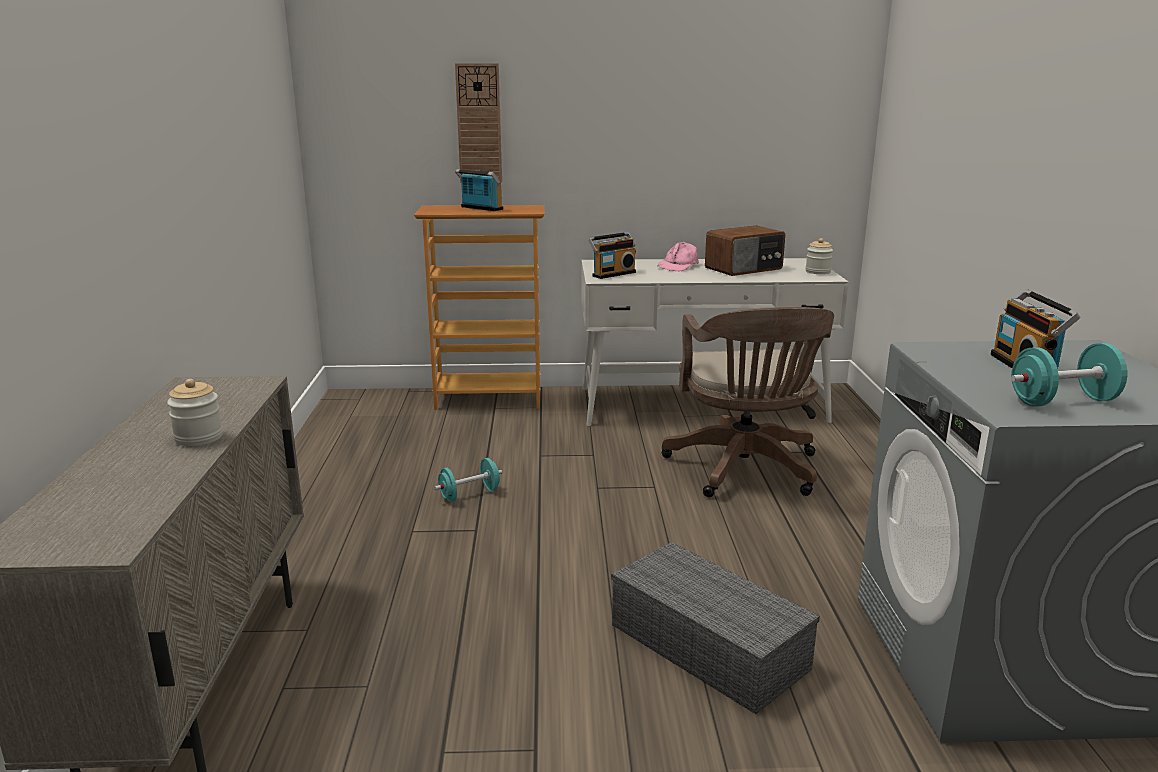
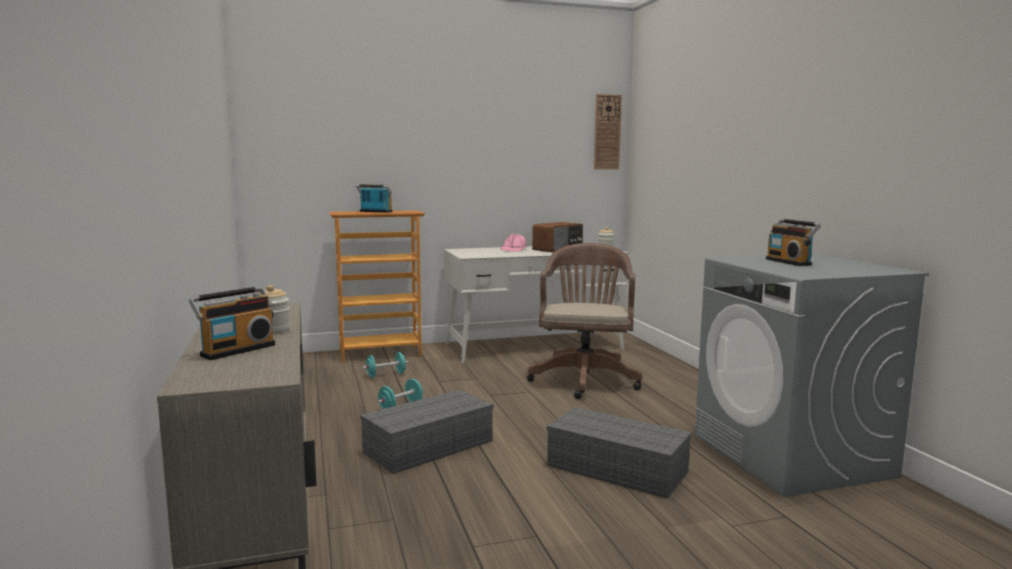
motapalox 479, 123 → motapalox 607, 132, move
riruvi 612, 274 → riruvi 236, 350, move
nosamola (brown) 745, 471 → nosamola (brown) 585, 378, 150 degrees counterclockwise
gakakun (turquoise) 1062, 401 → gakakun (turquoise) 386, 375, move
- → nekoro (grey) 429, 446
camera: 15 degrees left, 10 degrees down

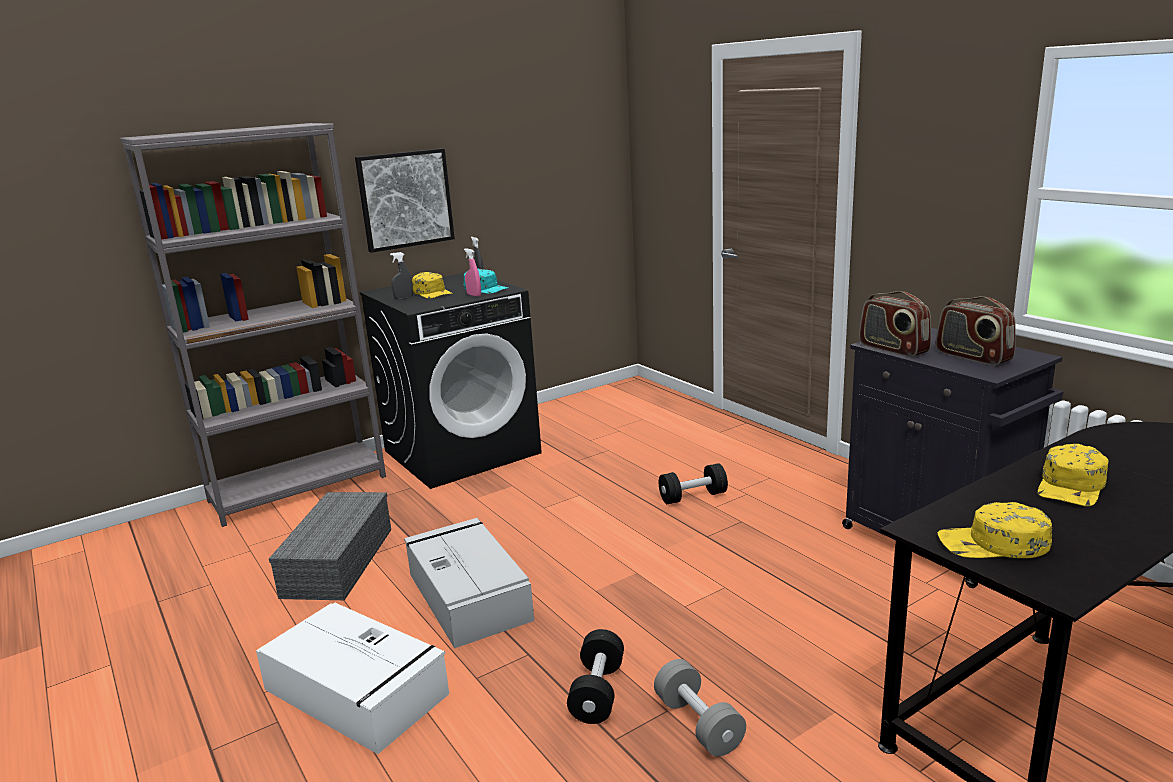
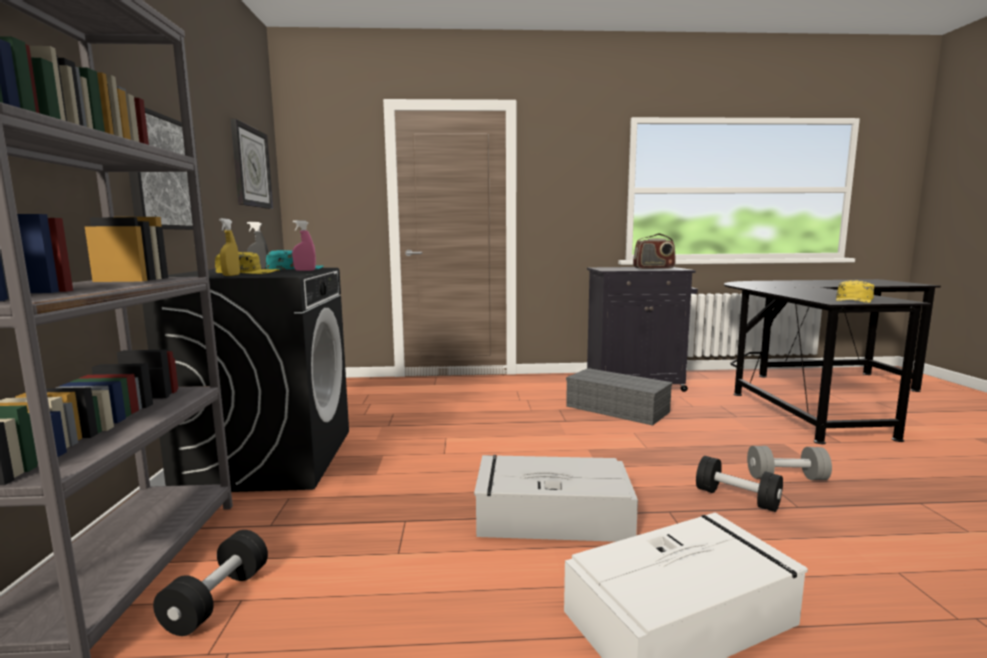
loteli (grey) 403, 298 → loteli (yellow) 231, 275
riruvi 892, 349 → -
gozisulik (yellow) 1071, 486 → -
gakakun (black) 693, 497 → gakakun (black) 217, 599, move
nekoro (grey) 338, 561 → nekoro (grey) 615, 409, move
- → motapalox 251, 167
camera: 60 degrees left, 10 degrees down

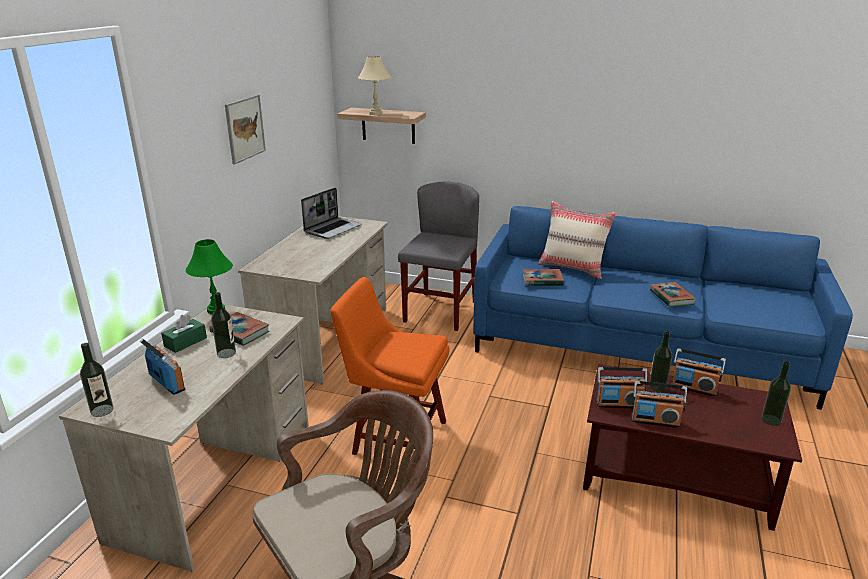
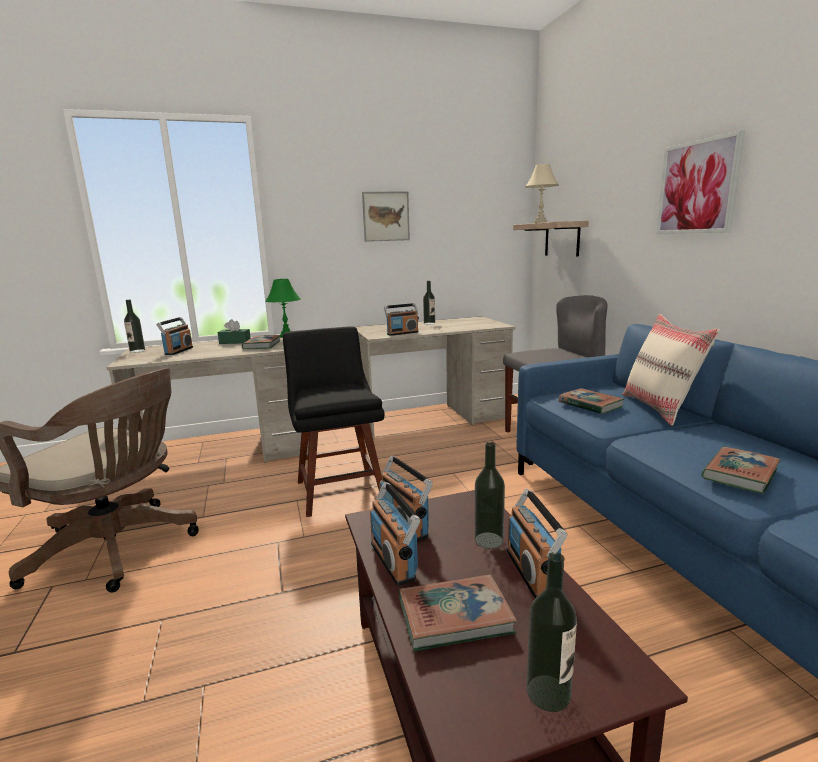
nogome 333, 229 → -
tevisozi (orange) 395, 436 → tevisozi (black) 339, 488
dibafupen 226, 353 → dibafupen 429, 323, move
- → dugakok 697, 187
- → riruvi 402, 333
- → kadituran 455, 617
camera: 55 degrees right, 10 degrees down

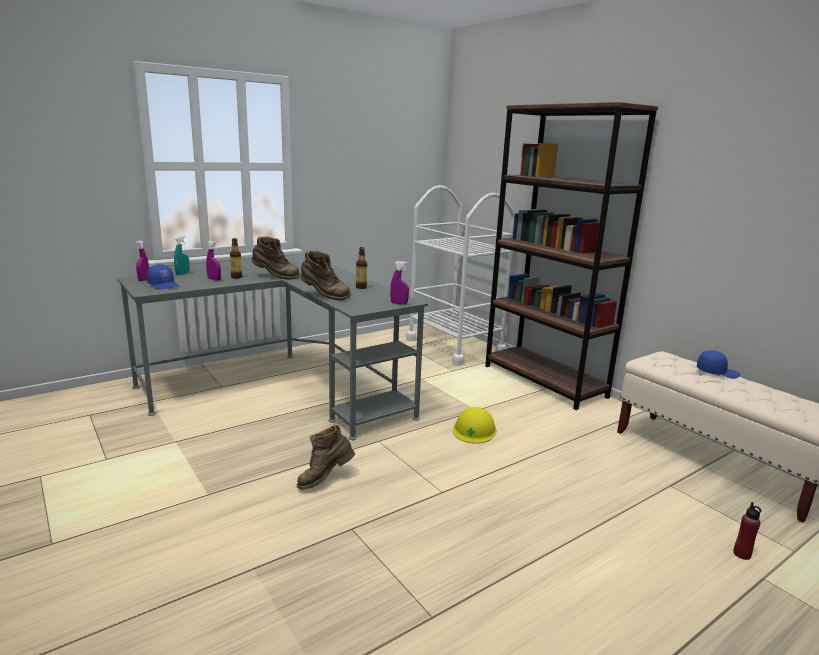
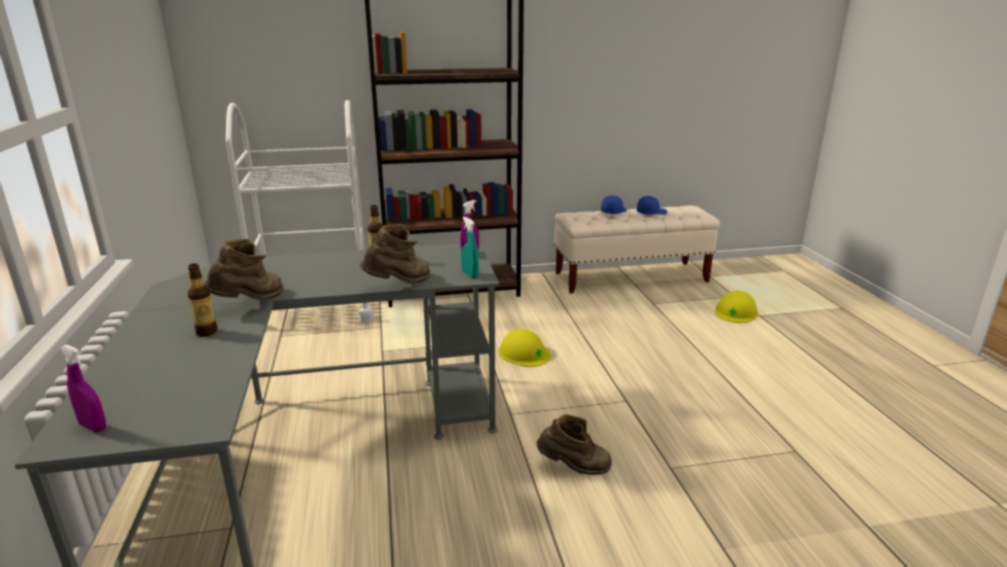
loteli (turquoise) 182, 273 → loteli (turquoise) 470, 275, move
loteli (purple) 214, 279 → -
gozisulik (blue) 164, 285 → gozisulik (blue) 651, 212, move
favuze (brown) 325, 479 → favuze (brown) 574, 468, 75 degrees counterclockwise
dibafupen (red) 742, 554 → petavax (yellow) 736, 312
camera: 65 degrees left, 5 degrees up

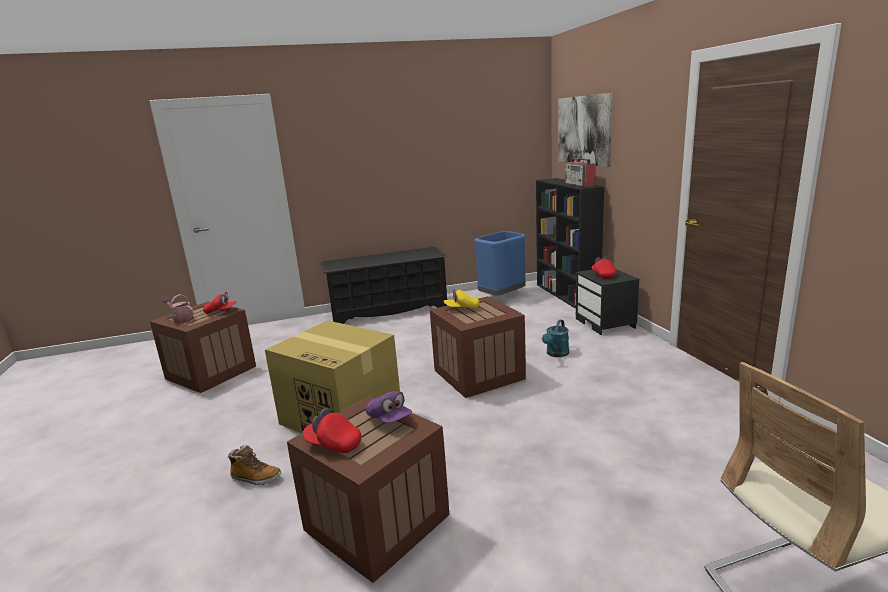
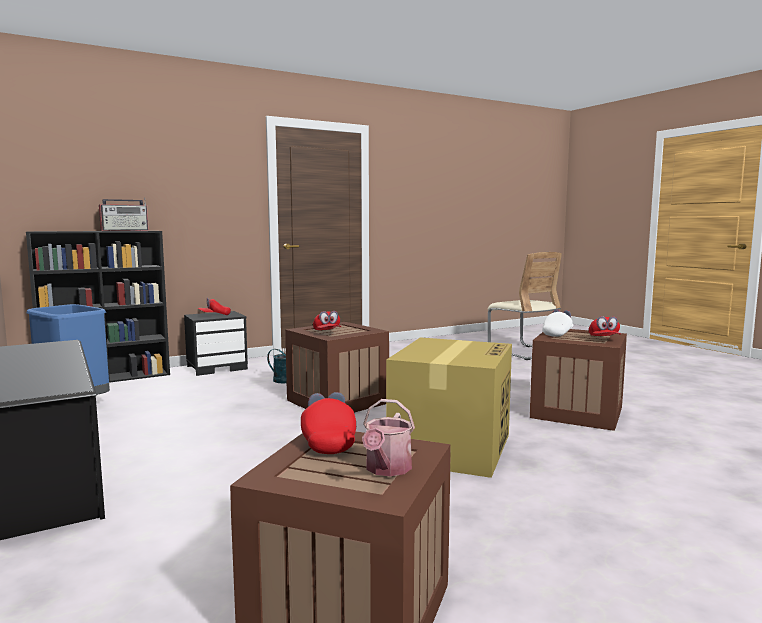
dugakok 583, 130 → -
gozisulik (yellow) 462, 308 → gozisulik (red) 327, 332
gozisulik (purple) 389, 419 → gozisulik (white) 557, 333
favuze 255, 478 → -
camera: 105 degrees left, 10 degrees down

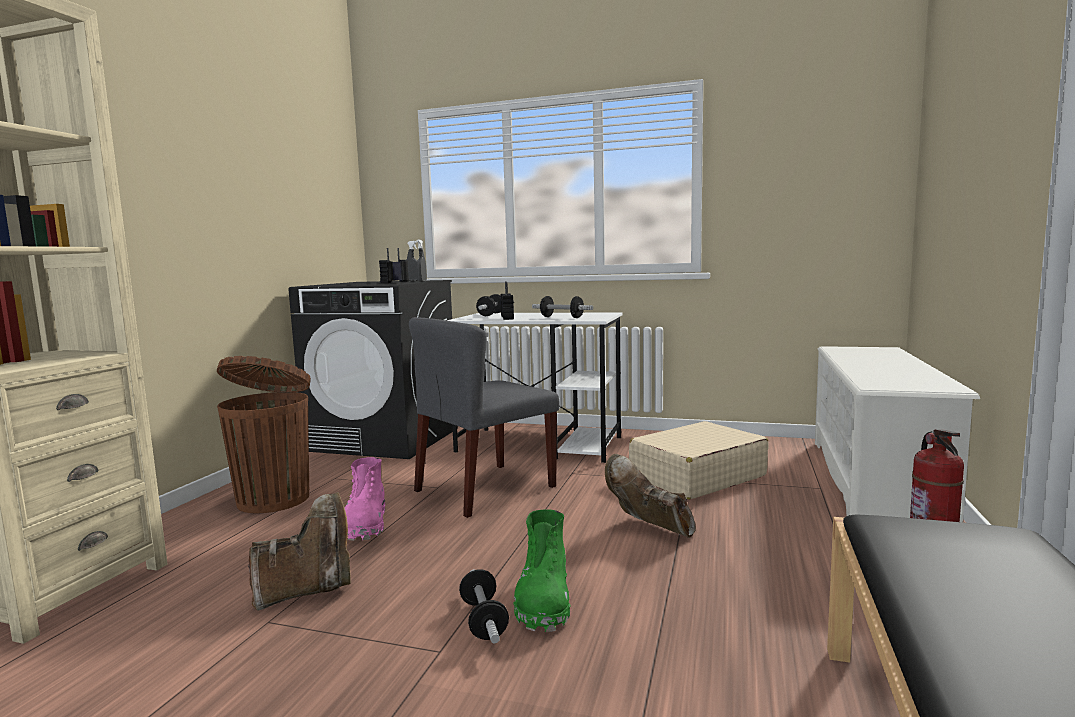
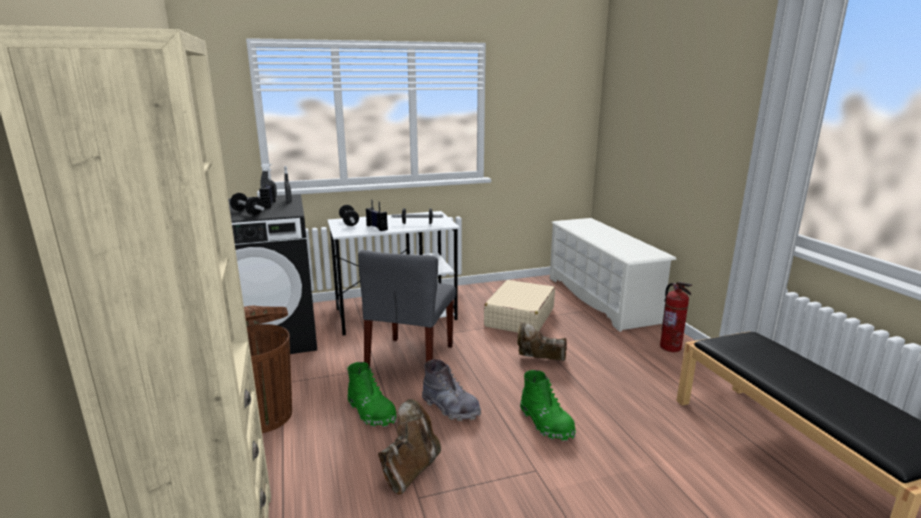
favuze (pink) 365, 524 → favuze (green) 371, 412
gakakun 483, 620 → gakakun 247, 212, move
- → favuze (grey) 450, 407
camera: 35 degrees left, 10 degrees up

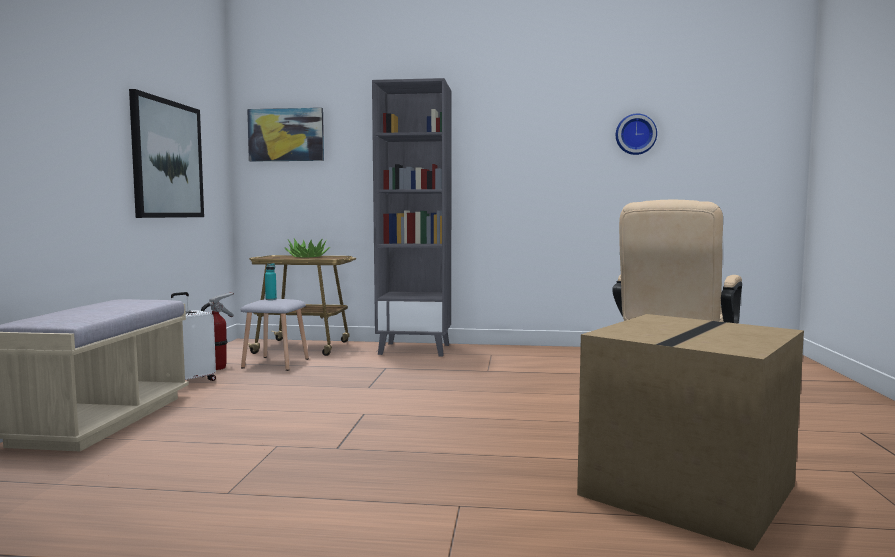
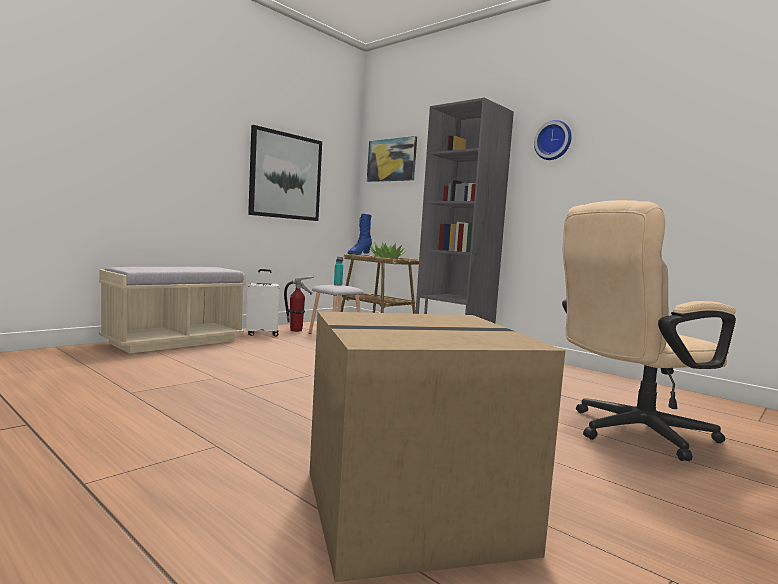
motapalox 635, 134 → motapalox 553, 140, move
- → favuze (blue) 358, 254
camera: 35 degrees right, 0 degrees up

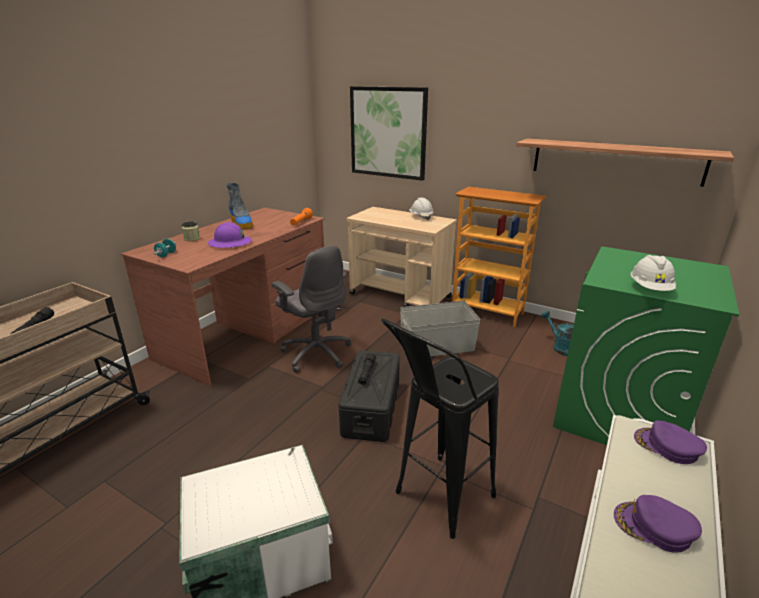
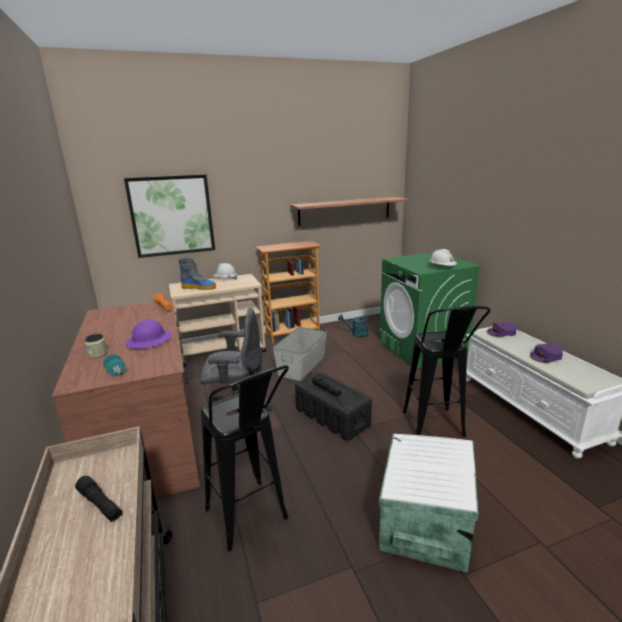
favuze 242, 224 → favuze 199, 288, move
- → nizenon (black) 252, 523
camera: 50 degrees left, 5 degrees down

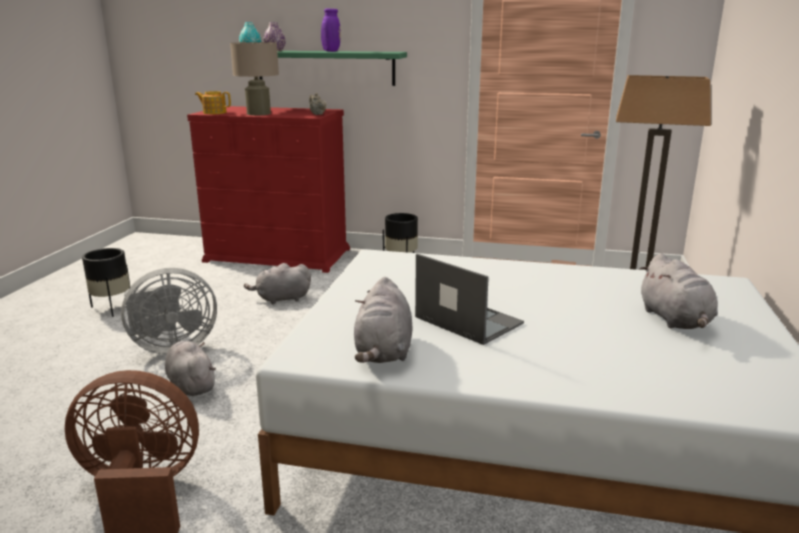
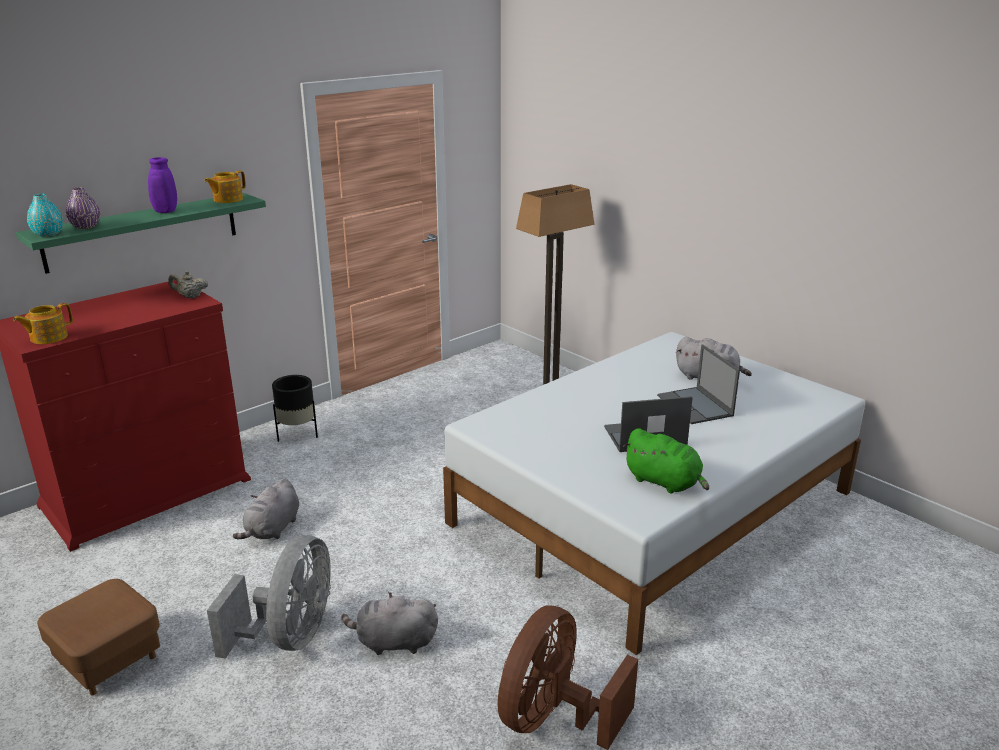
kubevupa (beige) 259, 113 → -
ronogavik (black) 112, 308 → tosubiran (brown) 108, 659
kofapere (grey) 383, 352 → kofapere (green) 665, 482
- → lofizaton 227, 199
- → nogome 695, 406
camera: 55 degrees left, 5 degrees up

